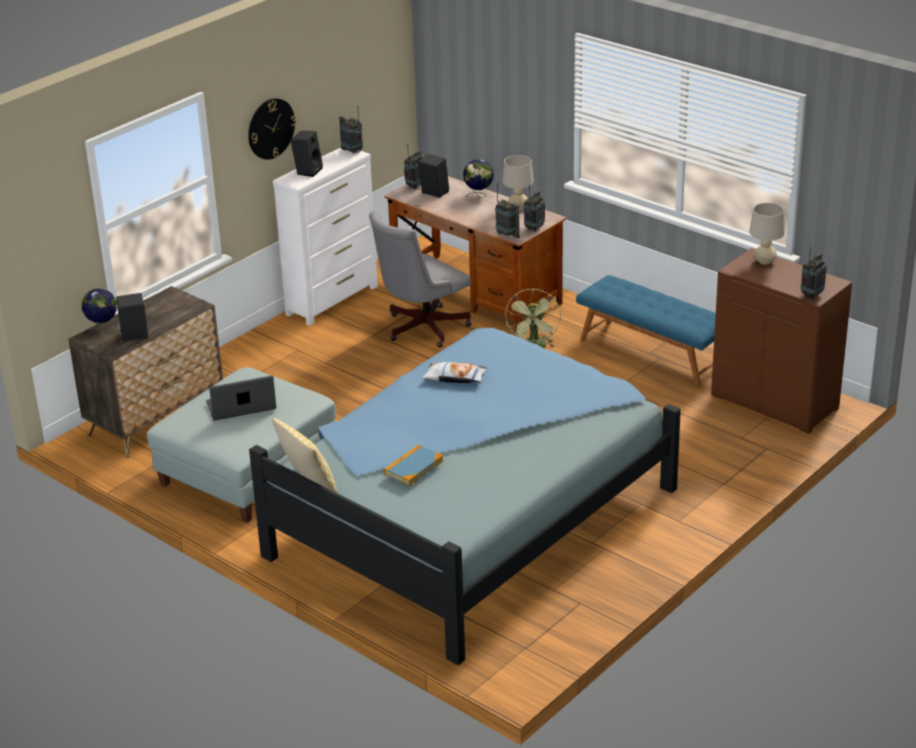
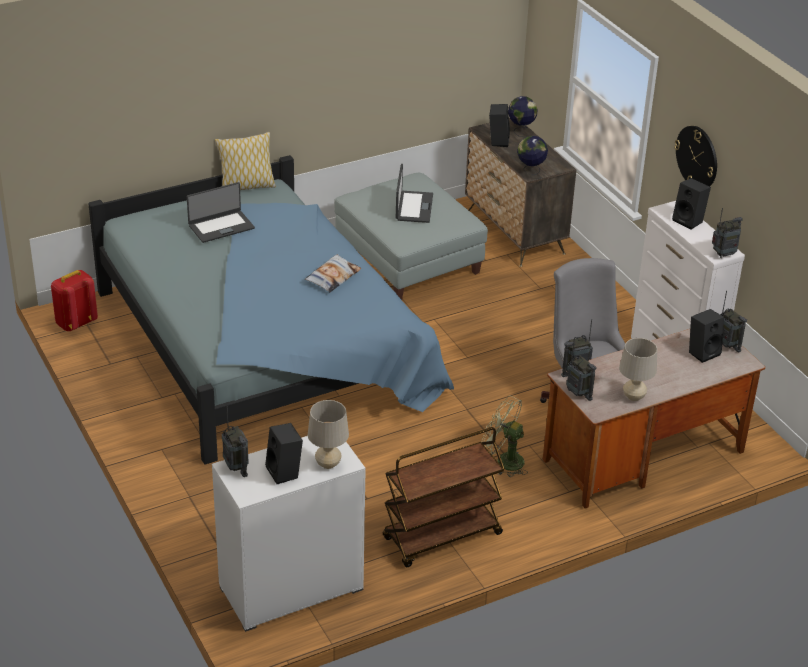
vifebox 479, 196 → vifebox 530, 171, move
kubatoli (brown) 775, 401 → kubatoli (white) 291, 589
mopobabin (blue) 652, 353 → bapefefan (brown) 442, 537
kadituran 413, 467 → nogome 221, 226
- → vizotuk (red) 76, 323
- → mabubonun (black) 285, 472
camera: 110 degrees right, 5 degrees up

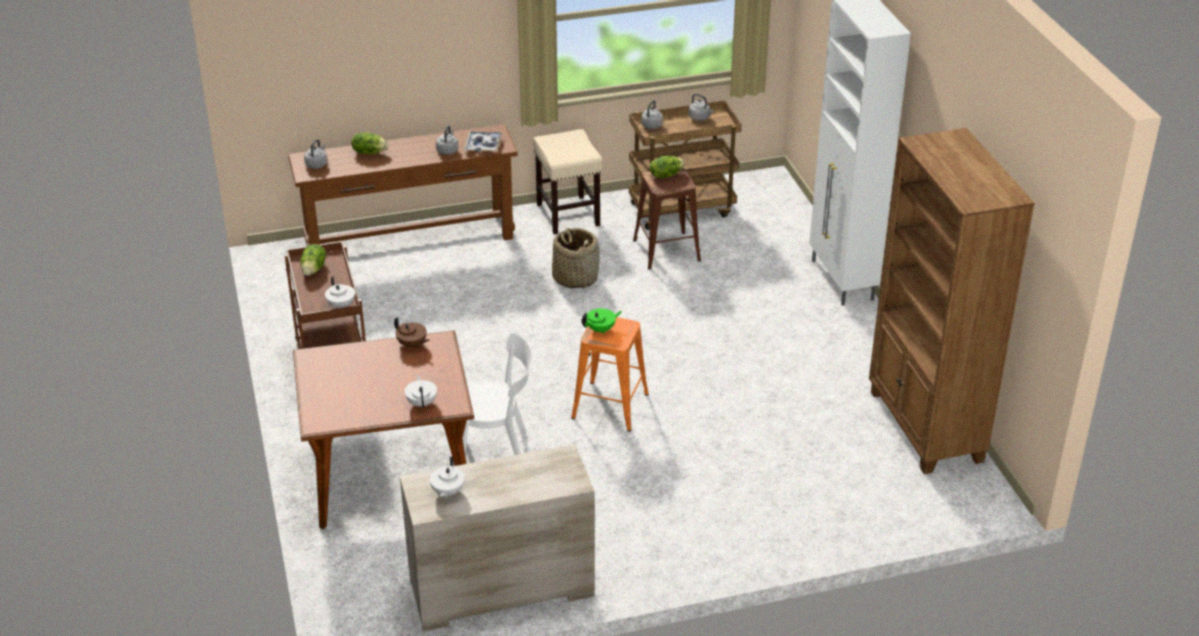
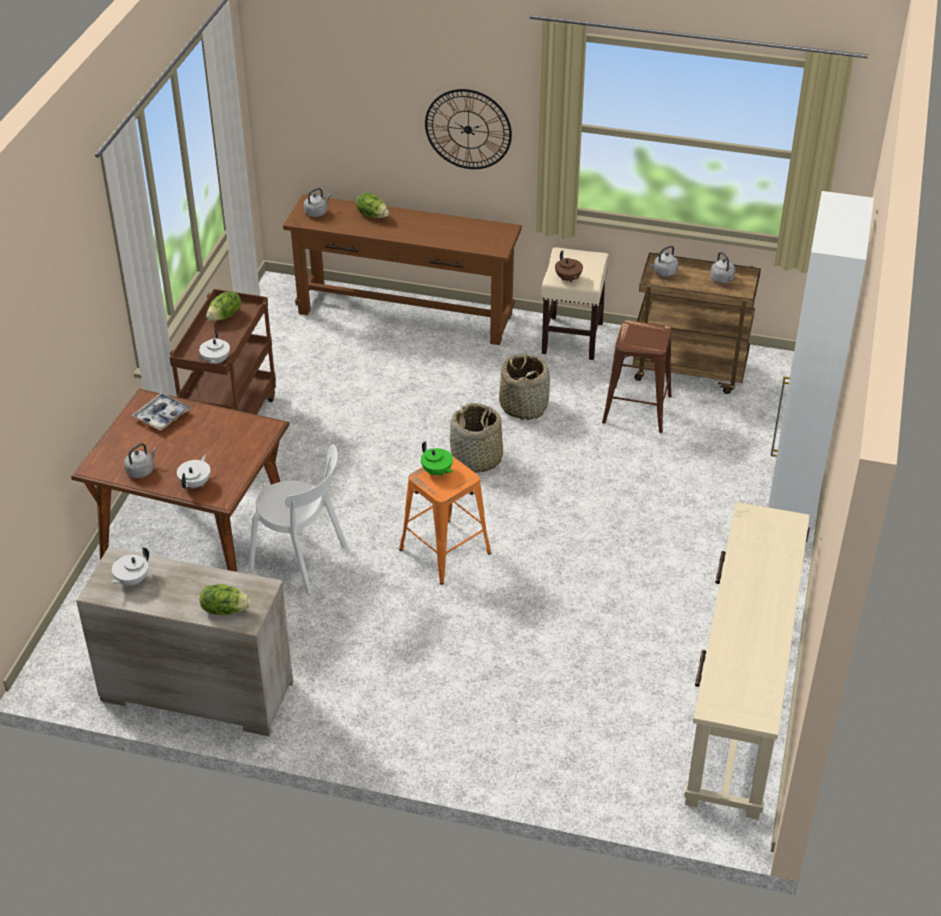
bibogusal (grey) 448, 150 → bibogusal (grey) 141, 470, move
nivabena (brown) 925, 427 → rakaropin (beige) 739, 704
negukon 483, 145 → negukon 162, 416, move
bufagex 665, 175 → bufagex 225, 609, move
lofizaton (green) 601, 329 → lofizaton (green) 437, 472, 45 degrees clockwise
lofizaton (brown) 412, 345 → lofizaton (brown) 568, 279, move
- → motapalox 468, 129
- → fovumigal 477, 459
camera: 30 degrees right, 5 degrees up

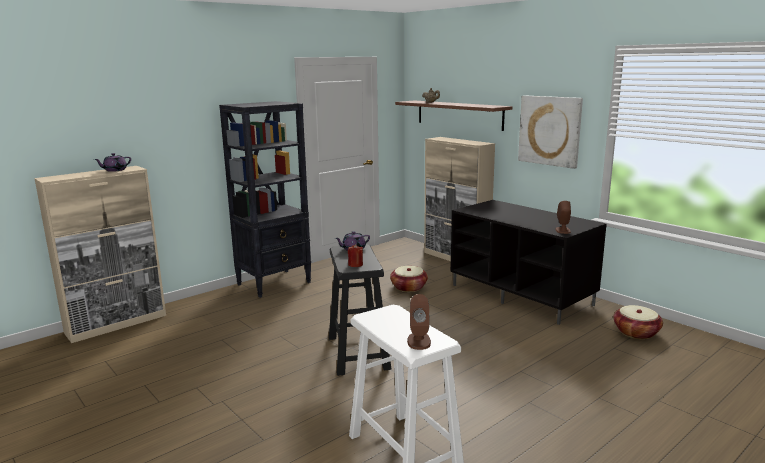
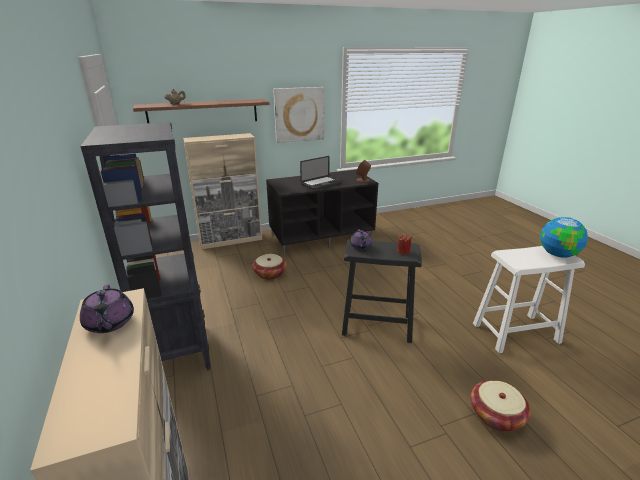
mabubonun (brown) 419, 341 → vifebox 557, 254
fovumigal 636, 332 → fovumigal 496, 415, move
- → nogome 321, 183
camera: 70 degrees left, 10 degrees up

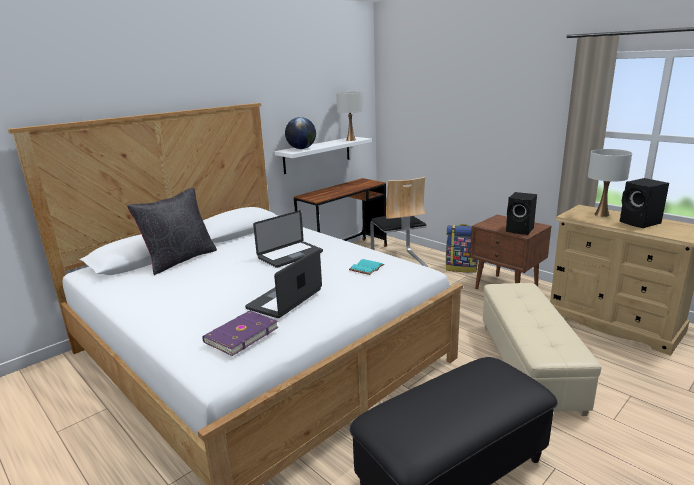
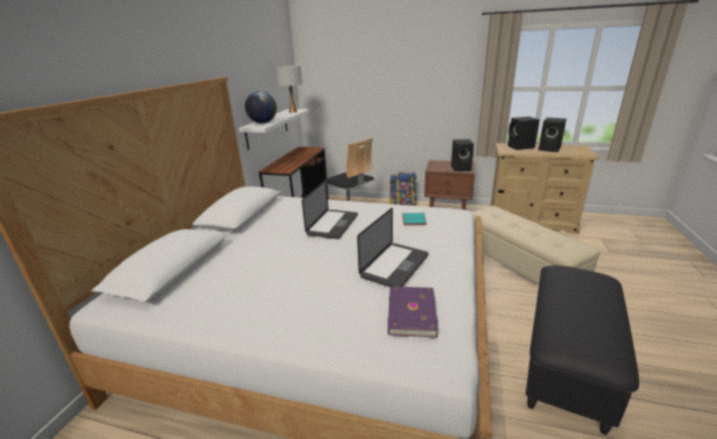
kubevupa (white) 602, 214 → mabubonun (black) 521, 147
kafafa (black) 180, 260 → -
nogome 285, 299 → nogome 395, 266, 150 degrees counterclockwise
camera: 30 degrees left, 5 degrees up

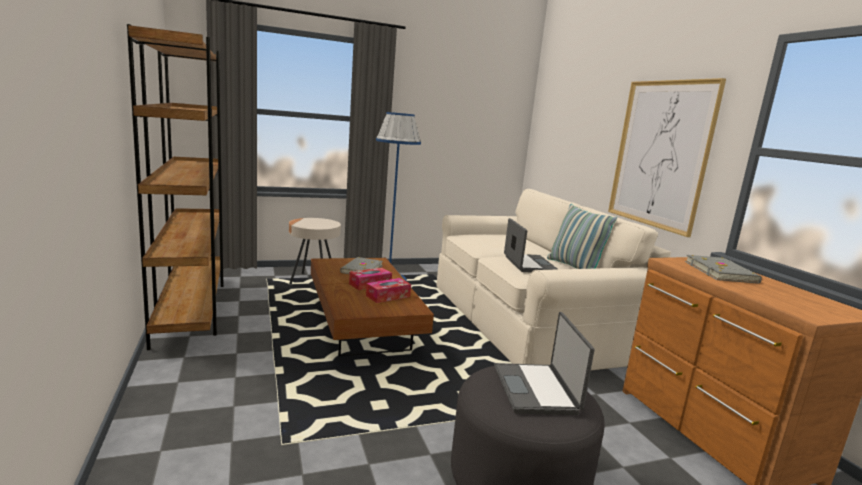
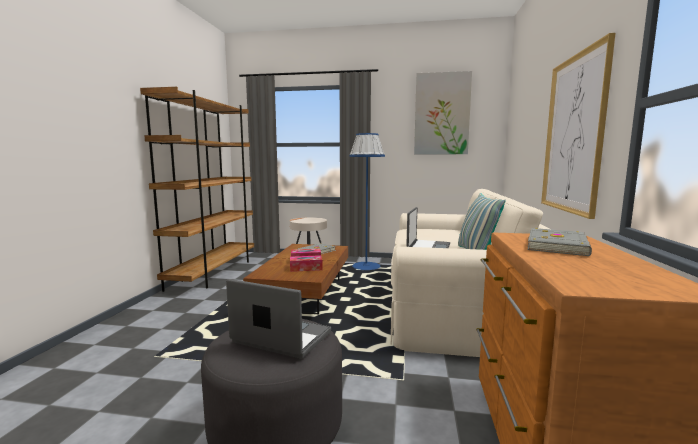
nogome 536, 390 → nogome 280, 338, 90 degrees clockwise
- → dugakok 442, 114
camera: 30 degrees right, 5 degrees down

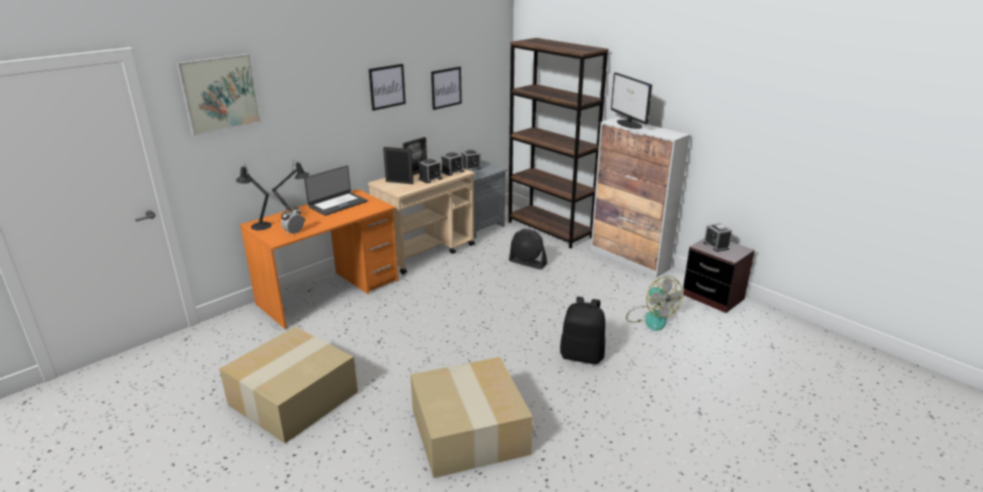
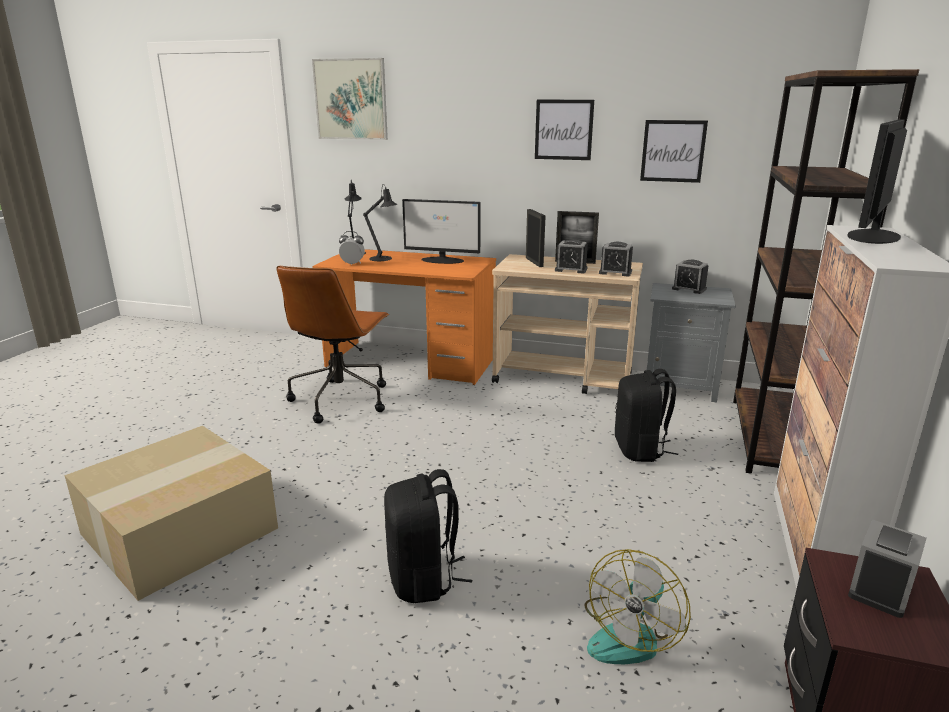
nogome 337, 204 → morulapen 443, 260
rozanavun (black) 527, 263 → vizotuk (black) 640, 450
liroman 293, 396 → -
- → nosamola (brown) 341, 399
camera: 60 degrees right, 5 degrees down

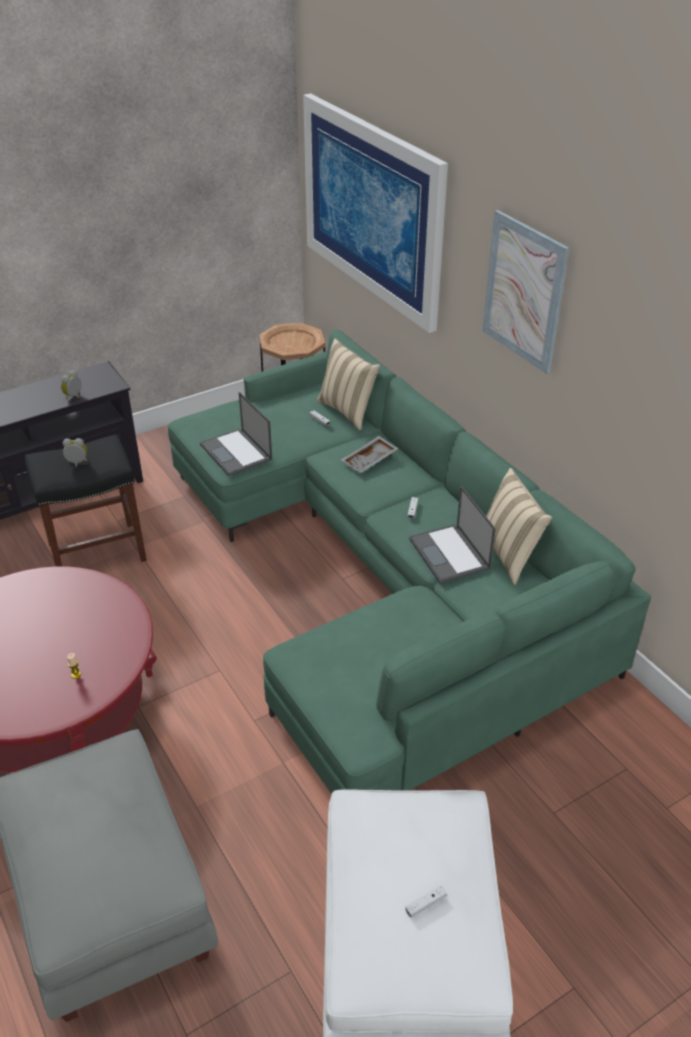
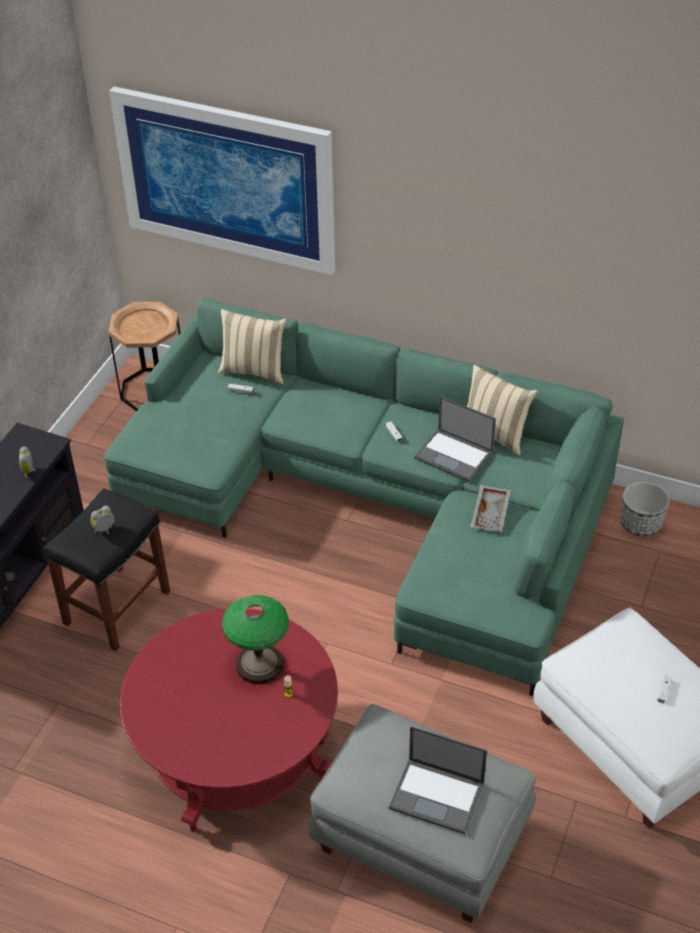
dugakok 524, 292 → -
nogome 236, 452 → nogome 438, 795, move
negukon (grey) 370, 461 → negukon (grey) 491, 514, move
- → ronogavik 640, 524
- → kubevupa 259, 664
camera: 35 degrees left, 5 degrees up

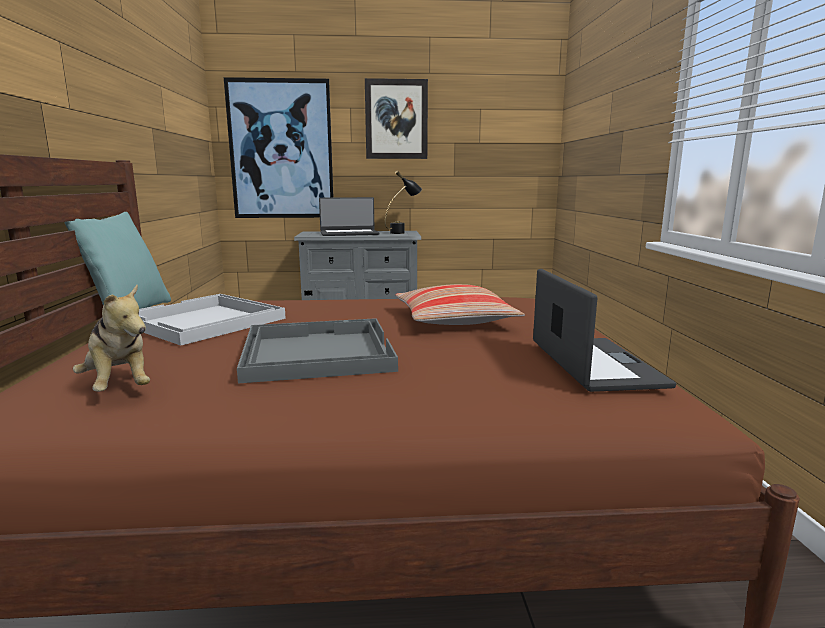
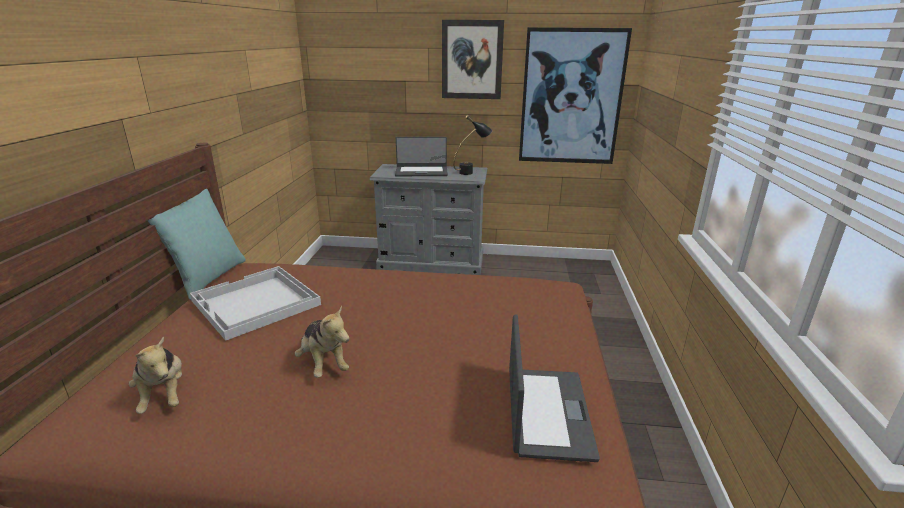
dugakok 281, 150 → dugakok 571, 98, move
kafafa 454, 320 → -
negukon (grey) 316, 352 → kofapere 323, 363
camera: 10 degrees right, 10 degrees up

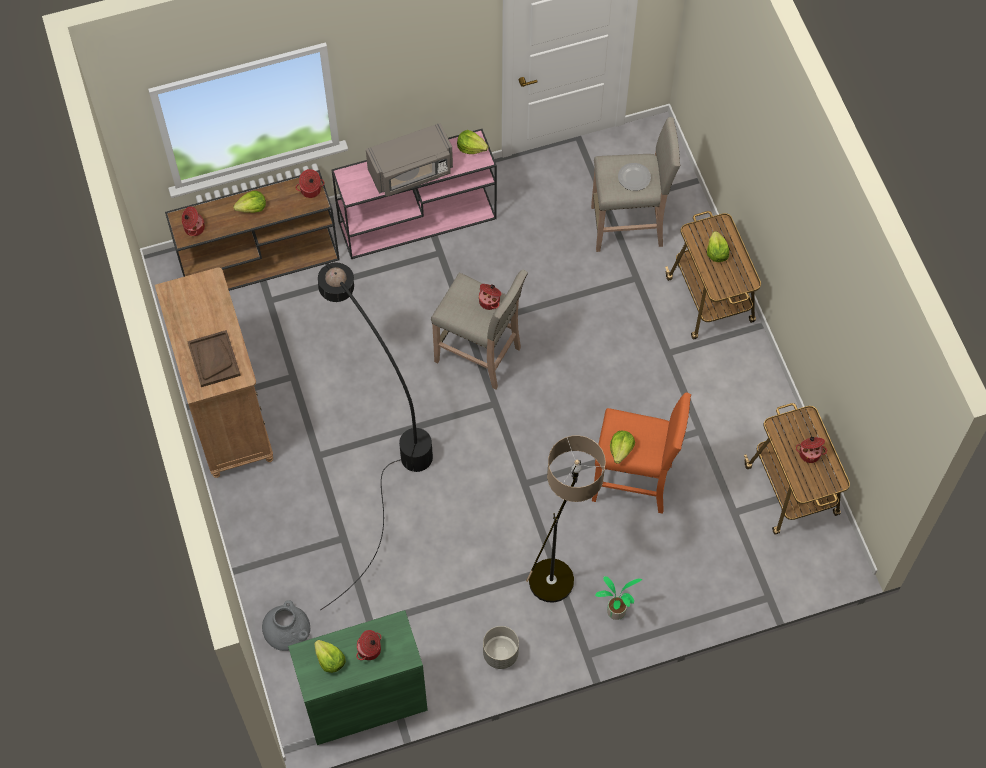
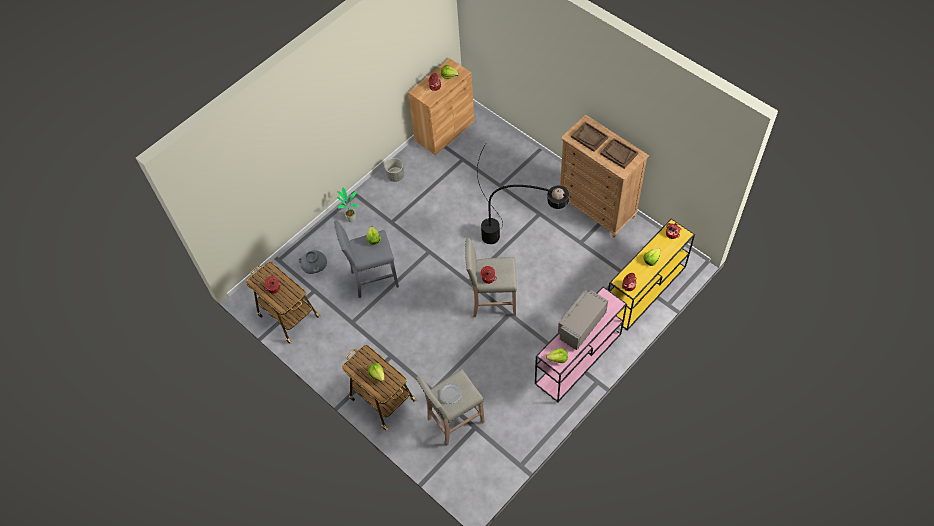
rakaropin (brown) 261, 261 → rakaropin (yellow) 645, 291
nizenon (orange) 634, 482 → nizenon (grey) 373, 279
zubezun 560, 566 → -
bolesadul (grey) 286, 627 → bolesadul (grey) 313, 263, move
kubatoli (green) 364, 701 → kubatoli (brown) 444, 131
- → negukon (brown) 618, 154
camera: 155 degrees right, 5 degrees down

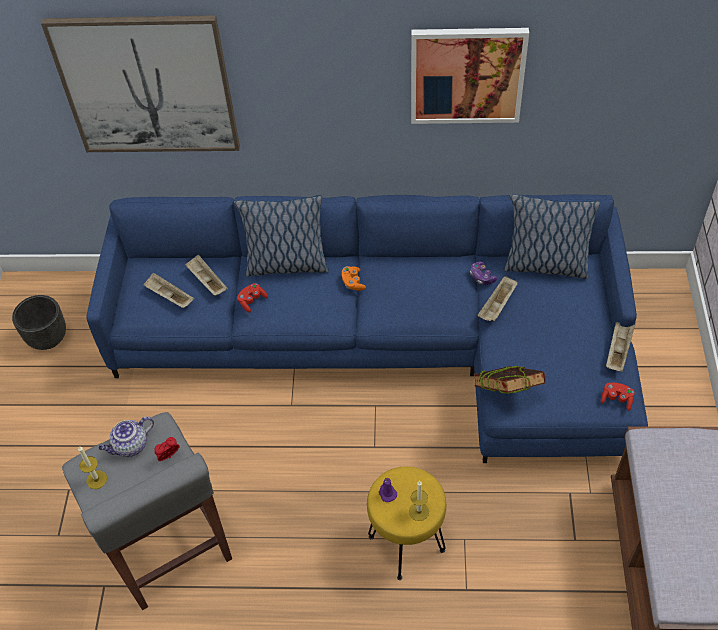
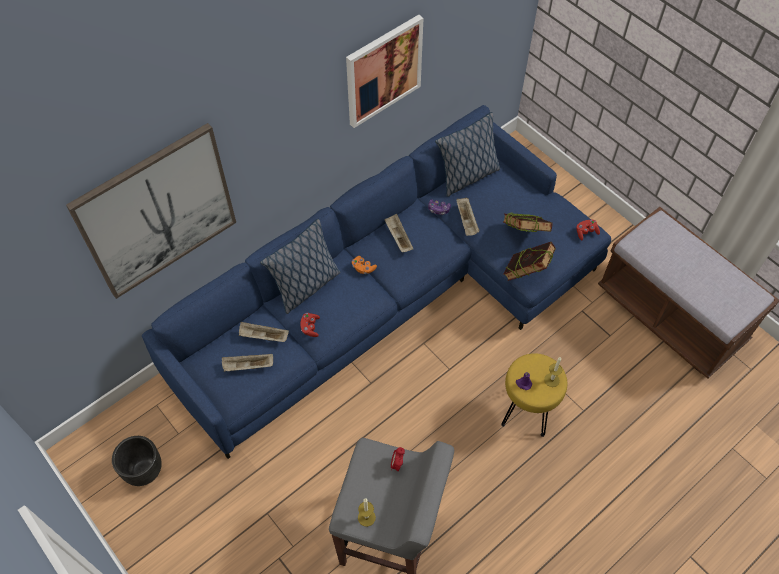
negukon (beige) 618, 351 → negukon (beige) 398, 237, move
lofizaton 130, 446 → -
- → kadituran 524, 235
camera: 45 degrees left, 5 degrees up

